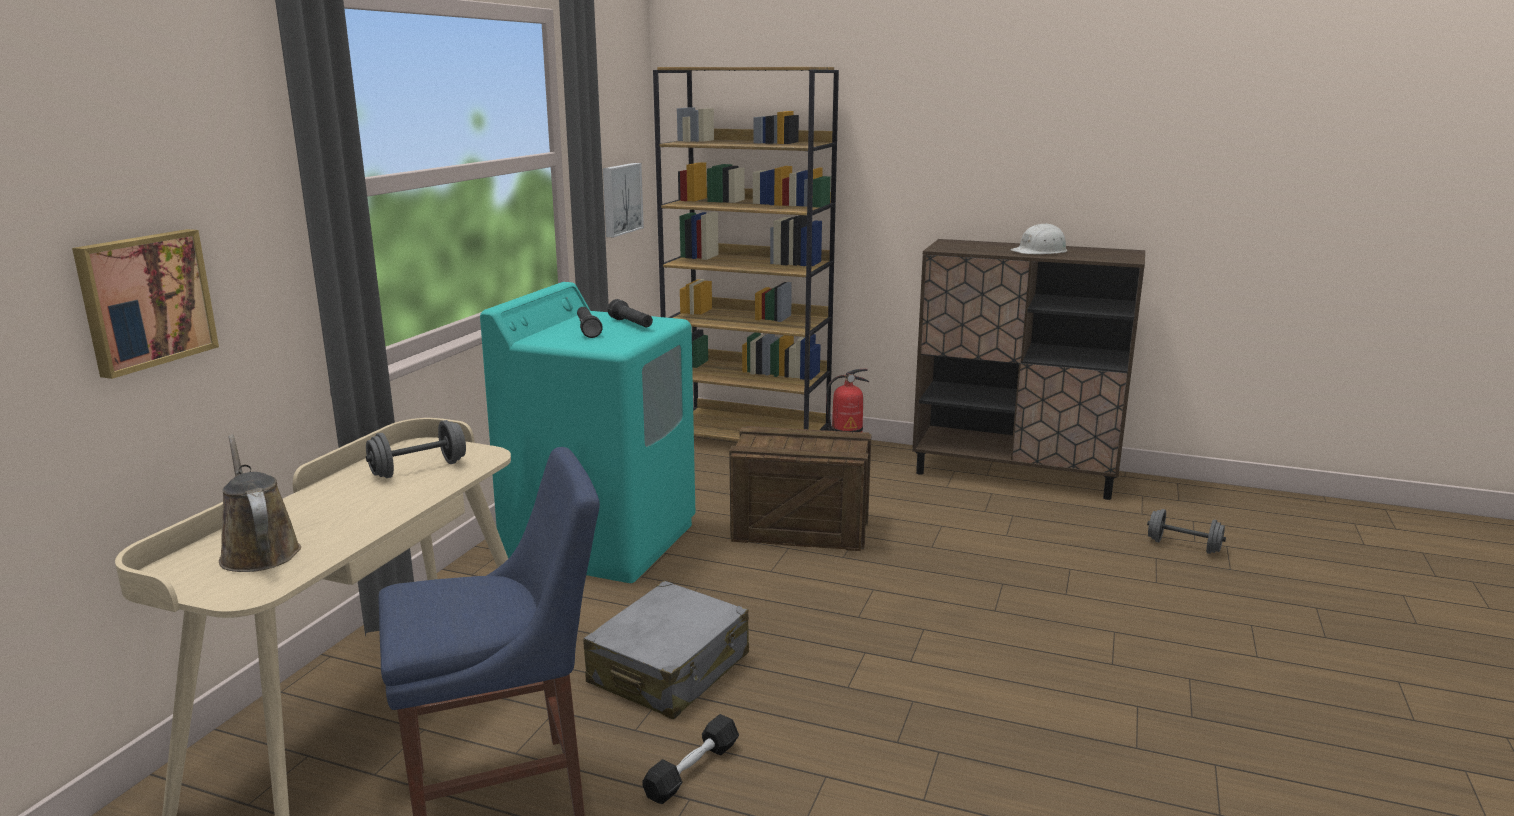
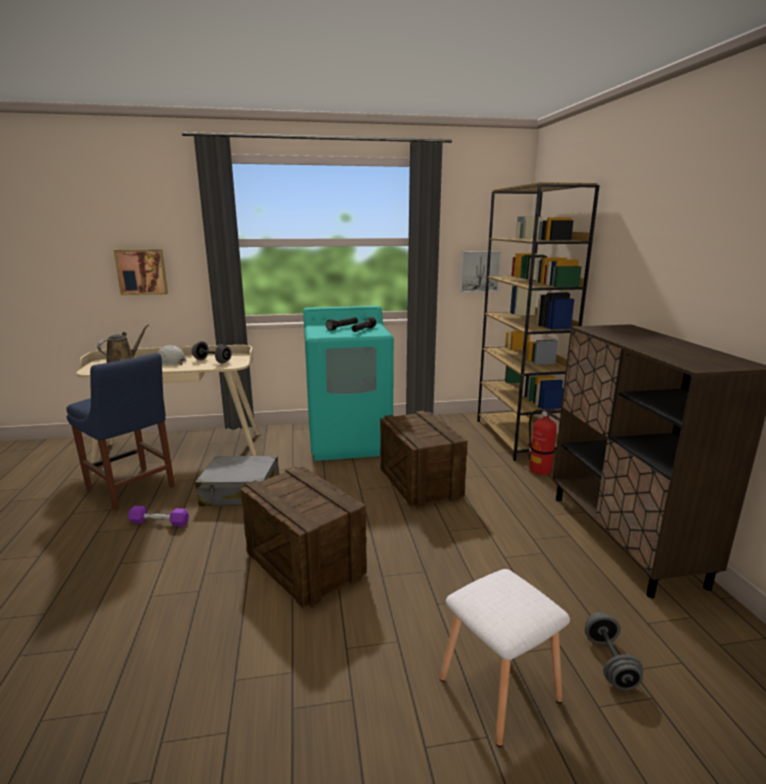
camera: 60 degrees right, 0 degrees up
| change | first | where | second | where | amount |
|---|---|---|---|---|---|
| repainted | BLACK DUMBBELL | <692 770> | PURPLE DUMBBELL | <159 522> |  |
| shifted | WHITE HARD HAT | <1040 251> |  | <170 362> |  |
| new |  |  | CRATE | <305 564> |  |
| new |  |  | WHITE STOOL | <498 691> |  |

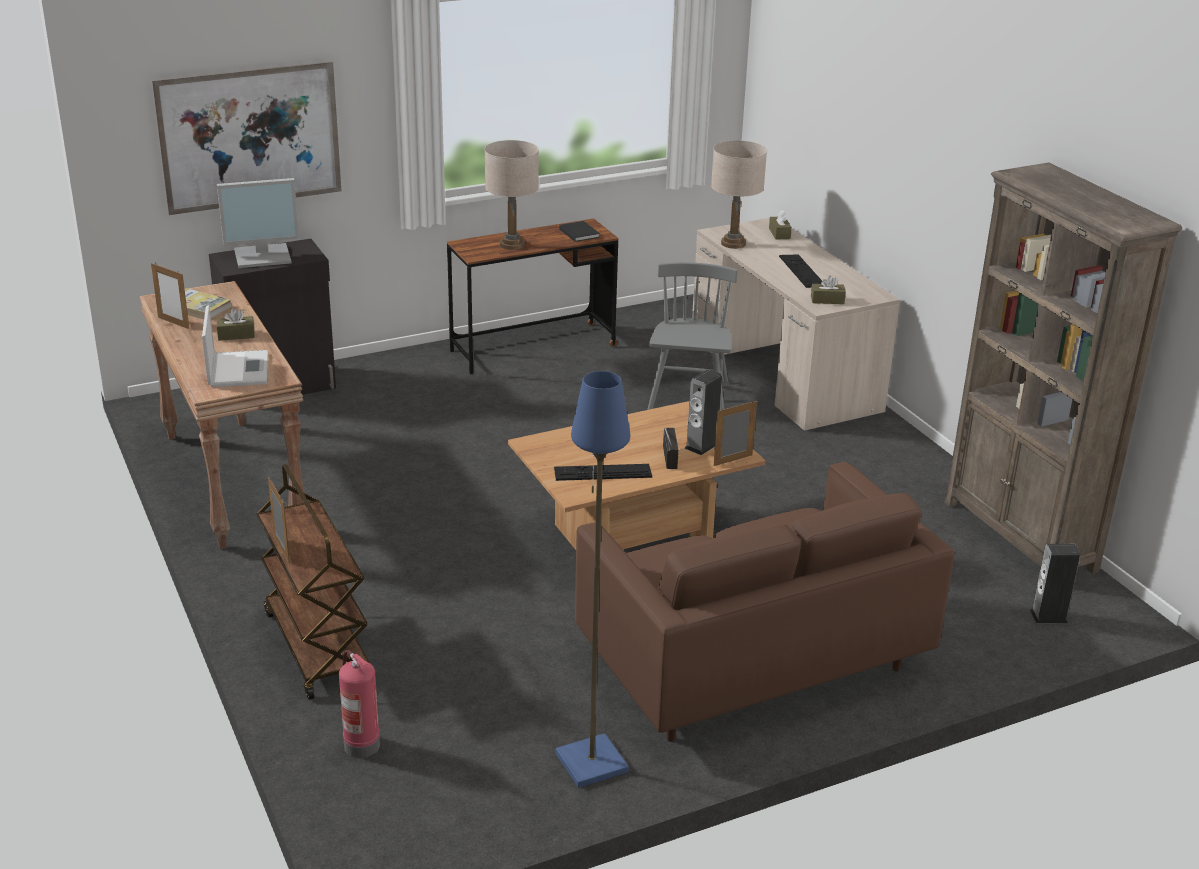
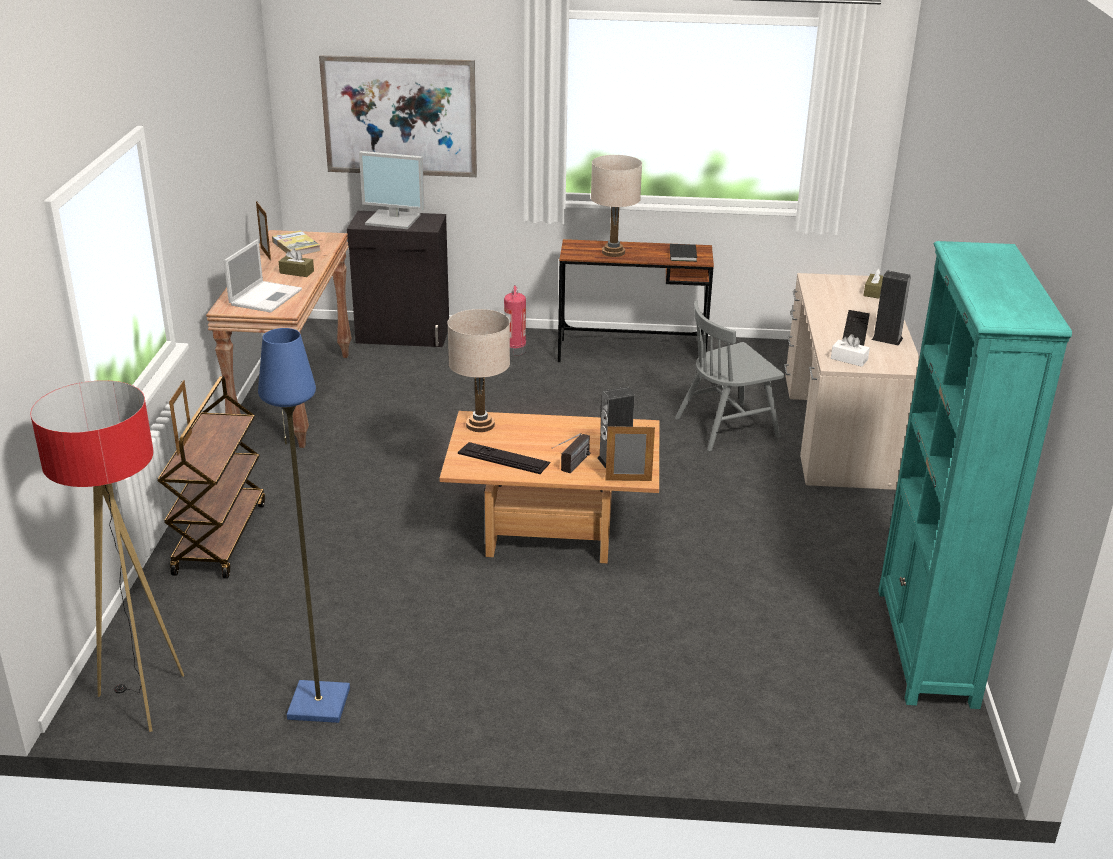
camera: 30 degrees right, 0 degrees up
| change | first | where | second | where | amount |
|---|---|---|---|---|---|
| new |  |  | FLOOR LAMP | <144 700> |  |
| shifted | BEIGE TABLE LAMP | <733 243> |  | <480 425> |  |
| shifted | FIRE EXTINGUISHER | <360 744> |  | <514 350> |  |
| rotated | GREY CHAIR | <689 396> |  | <727 427> | 150 degrees counterclockwise |
| repainted | BROWN TISSUE BOX | <827 300> | WHITE TISSUE BOX | <849 359> |  |
| shifted | SPEAKER | <1048 616> |  | <887 339> |  |
| repainted | BROWN BOOKCASE | <1019 537> | TURQUOISE BOOKCASE | <926 647> |  |
| gone | BROWN SOFA | <750 660> |  |  |  |

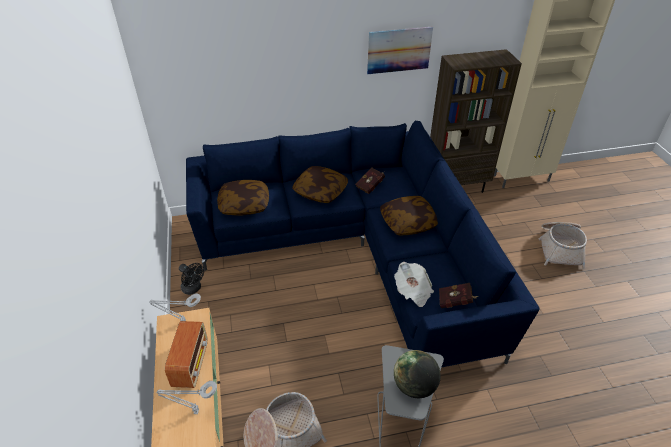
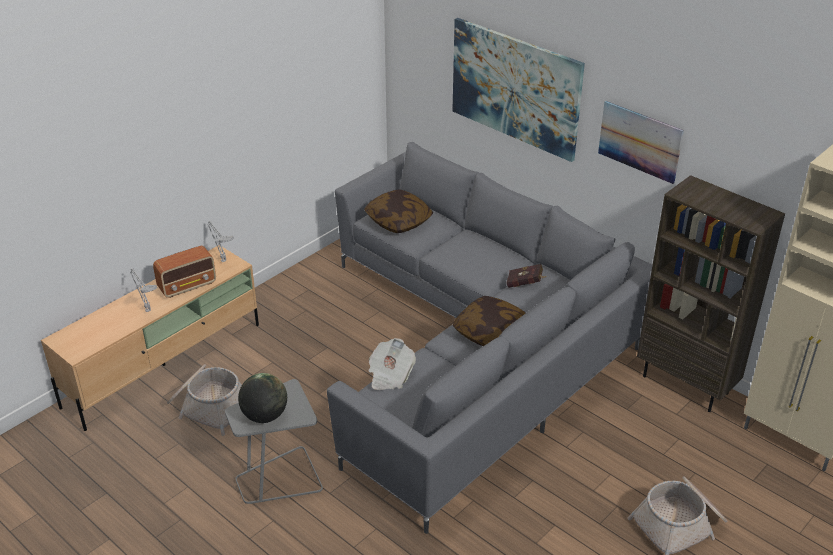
camera: 55 degrees right, 5 degrees down
| change | first | where | second | where | amount |
|---|---|---|---|---|---|
| repainted | BLUE SOFA | <359 252> | GREY SOFA | <476 353> |  |
| new |  |  | PICTURE | <515 88> |  |
| gone | BLACK FAN | <193 289> |  |  |  |
| gone | PILLOW | <320 191> |  |  |  |
| gone | RED BOOK | <456 302> |  |  |  |

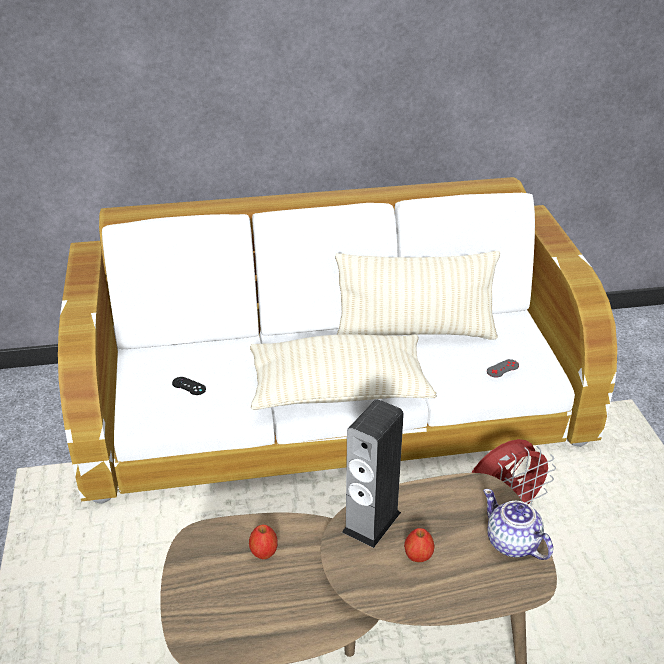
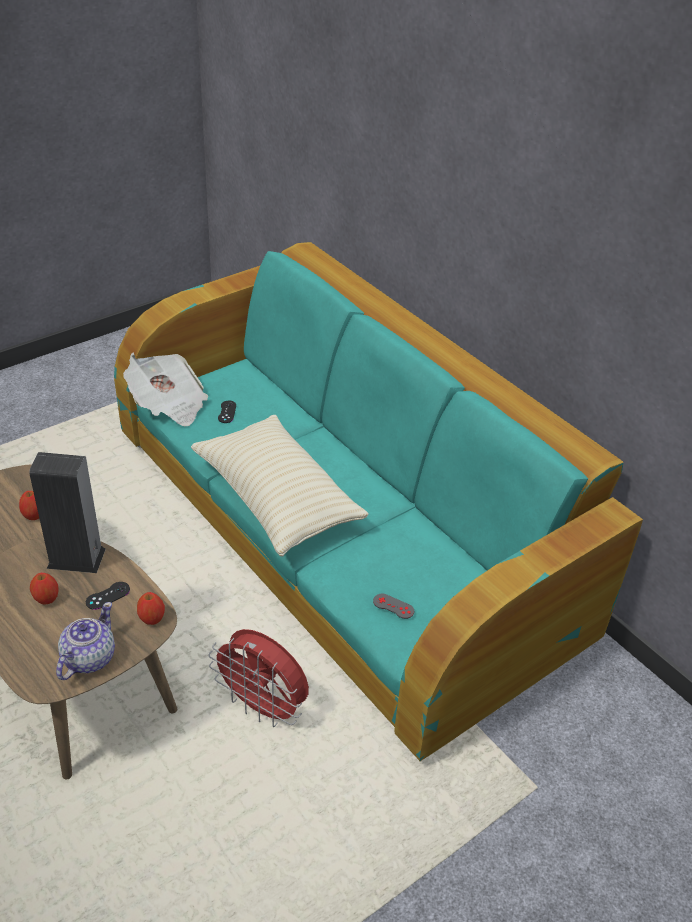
camera: 60 degrees right, 5 degrees up
| change | first | where | second | where | amount |
|---|---|---|---|---|---|
| new |  |  | BLACK GAME CONTROLLER | <108 596> |  |
| repainted | WHITE SOFA | <333 405> | TURQUOISE SOFA | <342 534> |  |
| new |  |  | NEWSPAPER | <168 404> |  |
| new |  |  | APPLE | <152 618> |  |
| gone | BEIGE PILLOW | <415 333> |  |  |  |

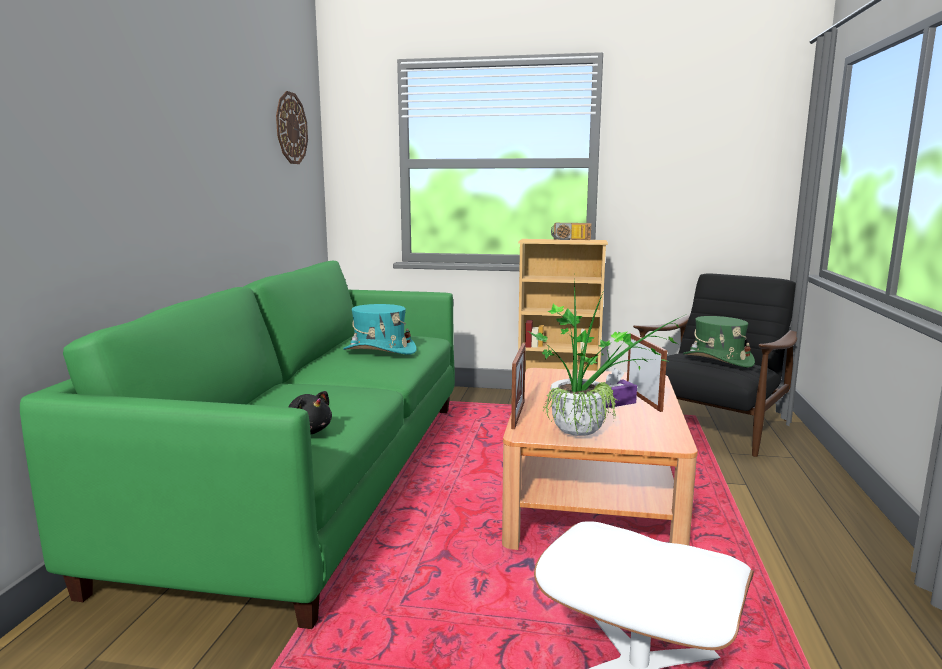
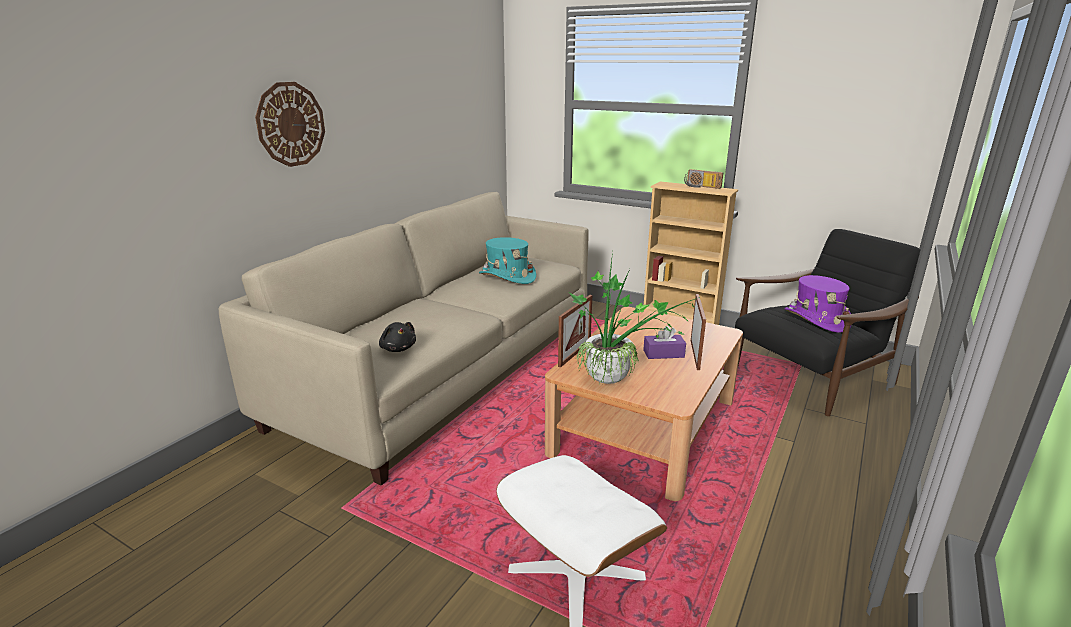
camera: 20 degrees right, 10 degrees up
| change | first | where | second | where | amount |
|---|---|---|---|---|---|
| repainted | GREEN SOFA | <314 478> | BEIGE SOFA | <445 370> |  |
| shifted | WALL CLOCK | <291 128> |  | <291 124> |  |
| repainted | GREEN HAT | <717 360> | PURPLE HAT | <816 319> |  |

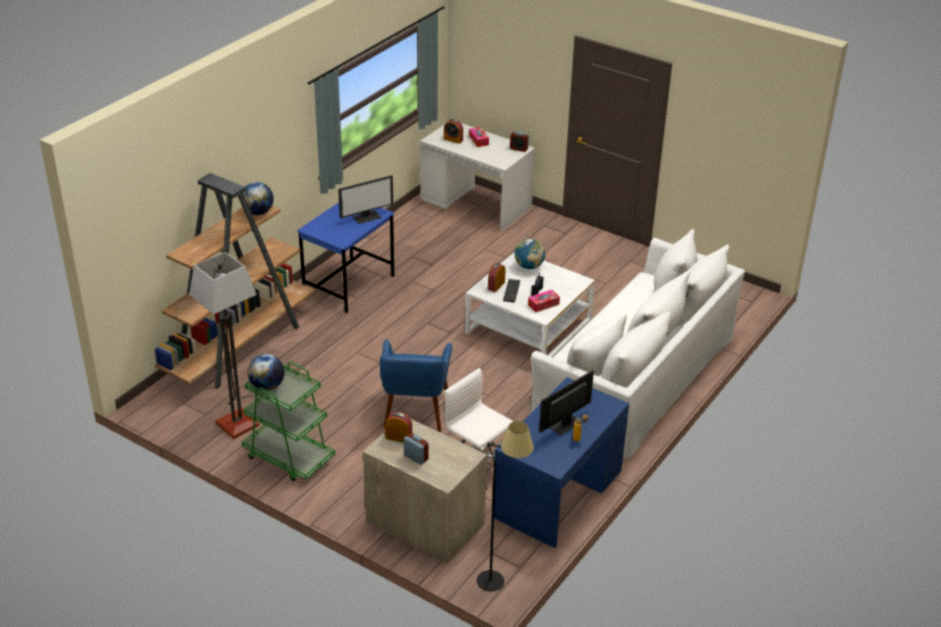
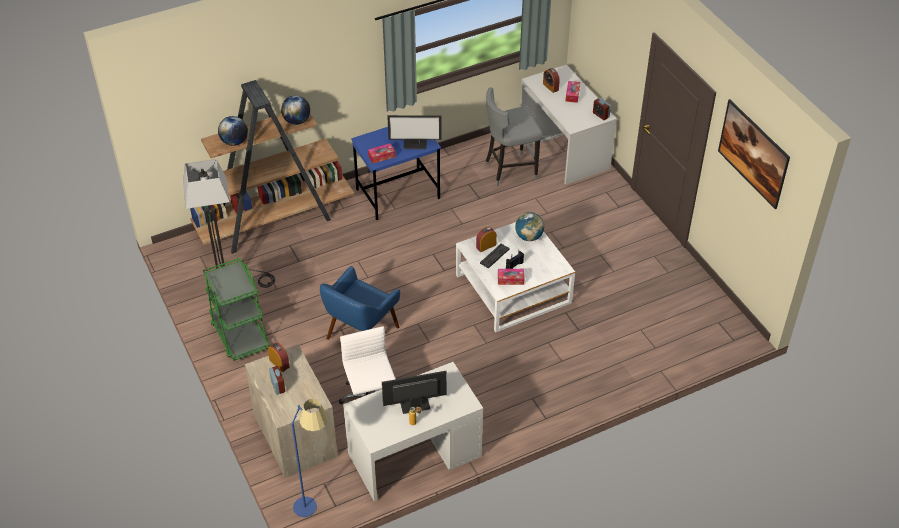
camera: 30 degrees right, 10 degrees up
| change | first | where | second | where | amount |
|---|---|---|---|---|---|
| shifted | GLOBE | <267 386> |  | <234 142> |  |
| repainted | BLACK FLOOR LAMP | <501 575> | BLUE FLOOR LAMP | <316 506> |  |
| repainted | BLUE DESK | <558 493> | WHITE DESK | <414 455> |  |
| new |  |  | TISSUE BOX | <381 156> |  |
| new |  |  | GREY STOOL | <509 171> |  |
| new |  |  | PICTURE | <750 166> |  |
| gone | WHITE SOFA | <635 373> |  |  |  |

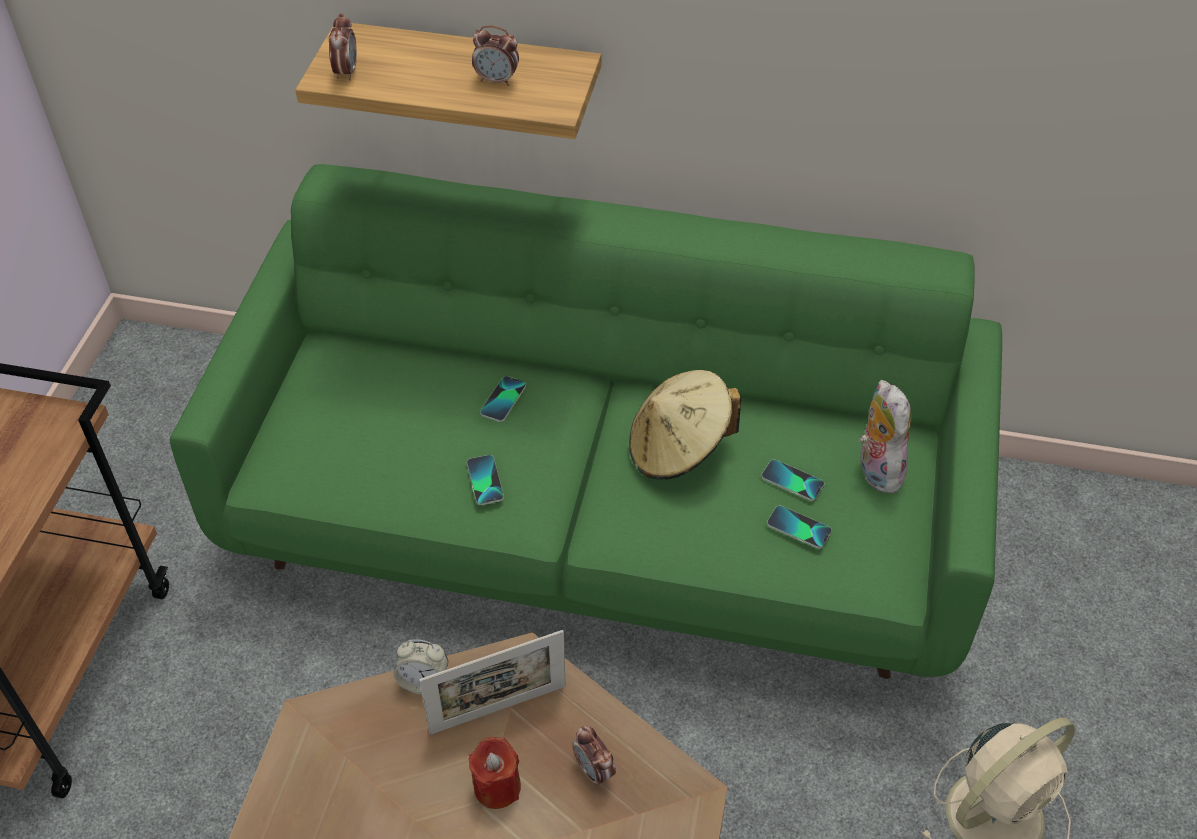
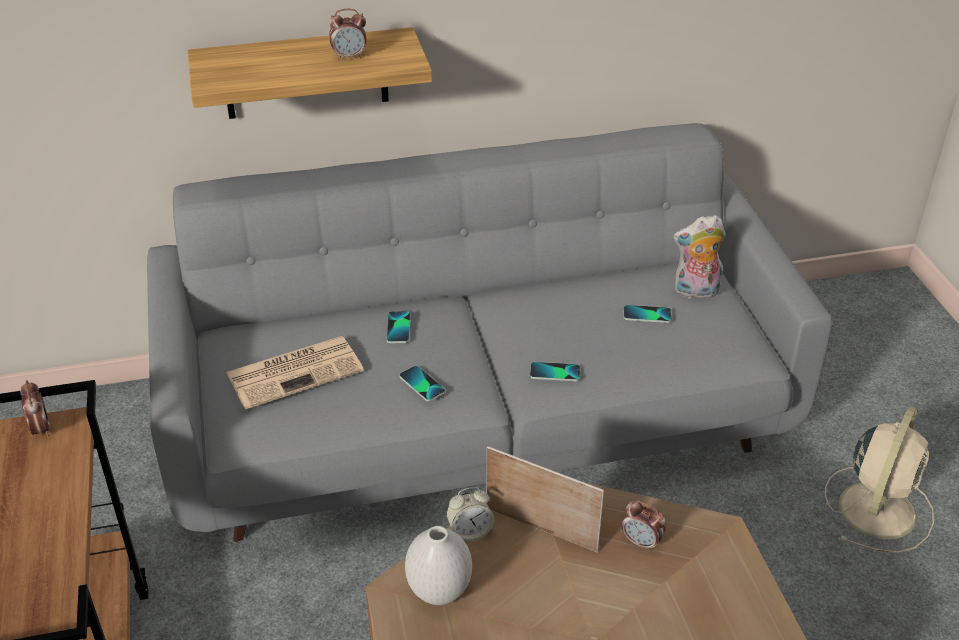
camera: 25 degrees left, 10 degrees down
| change | first | where | second | where | amount |
|---|---|---|---|---|---|
| shifted | ALARM CLOCK | <346 72> |  | <40 429> |  |
| repainted | GREEN SOFA | <600 520> | GREY SOFA | <480 420> |  |
| new |  |  | NEWSPAPER | <296 371> |  |
| new |  |  | WHITE VASE | <439 593> |  |
| rotated | PICTURE FRAME | <498 709> |  | <541 529> | 105 degrees counterclockwise |
| shifted | PHONE | <799 528> |  | <555 372> |  |
| rotated | PLUSH TOY | <876 469> |  | <695 292> | 60 degrees counterclockwise |
| gone | RED CANDLE | <497 787> |  |  |  |
| gone | BEIGE HAT | <678 449> |  |  |  |

